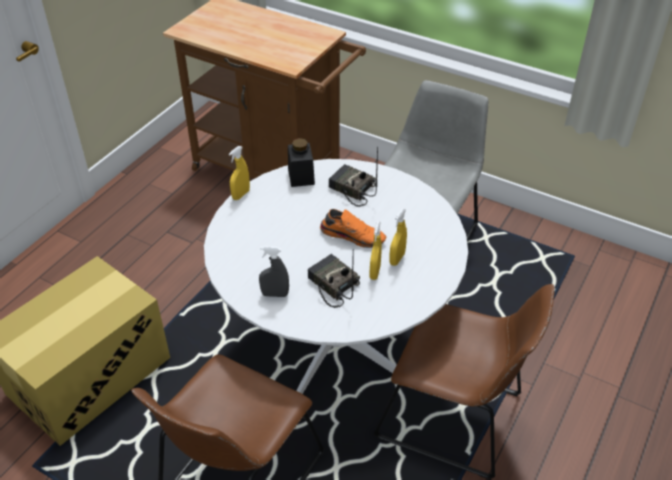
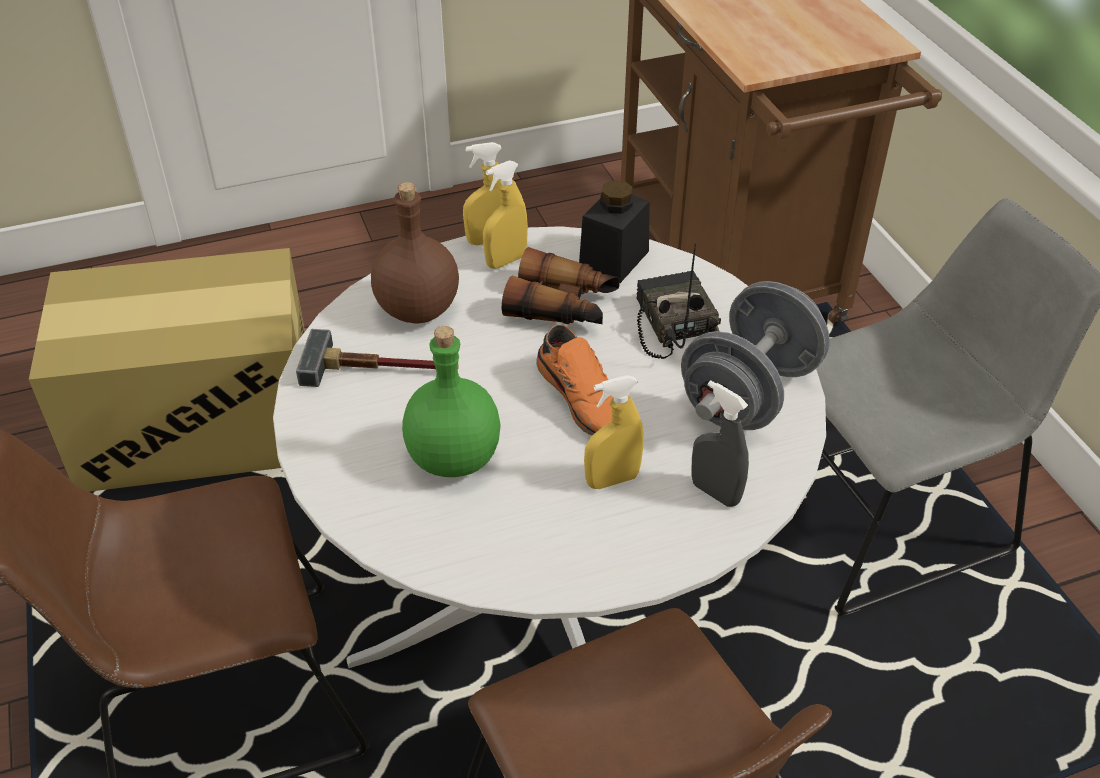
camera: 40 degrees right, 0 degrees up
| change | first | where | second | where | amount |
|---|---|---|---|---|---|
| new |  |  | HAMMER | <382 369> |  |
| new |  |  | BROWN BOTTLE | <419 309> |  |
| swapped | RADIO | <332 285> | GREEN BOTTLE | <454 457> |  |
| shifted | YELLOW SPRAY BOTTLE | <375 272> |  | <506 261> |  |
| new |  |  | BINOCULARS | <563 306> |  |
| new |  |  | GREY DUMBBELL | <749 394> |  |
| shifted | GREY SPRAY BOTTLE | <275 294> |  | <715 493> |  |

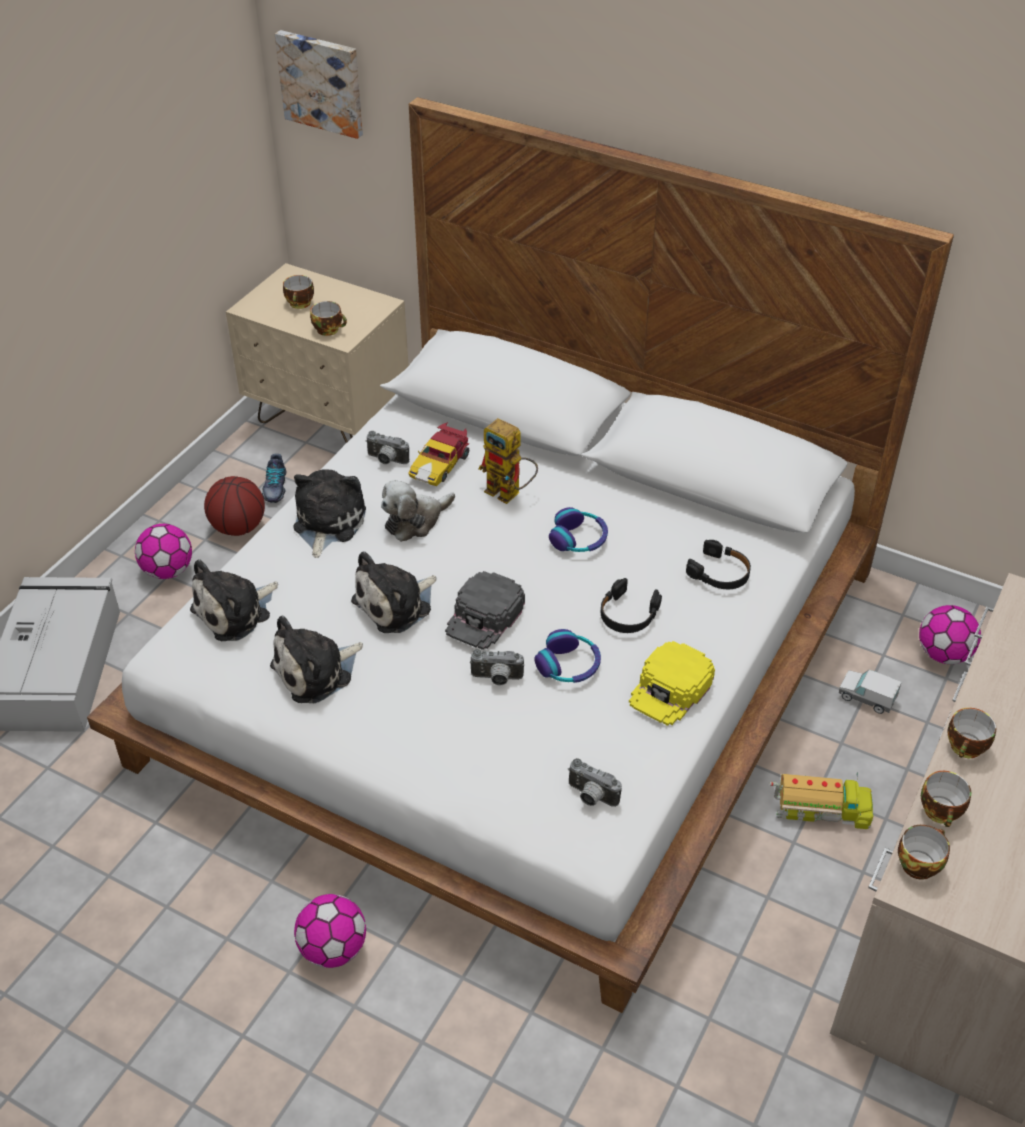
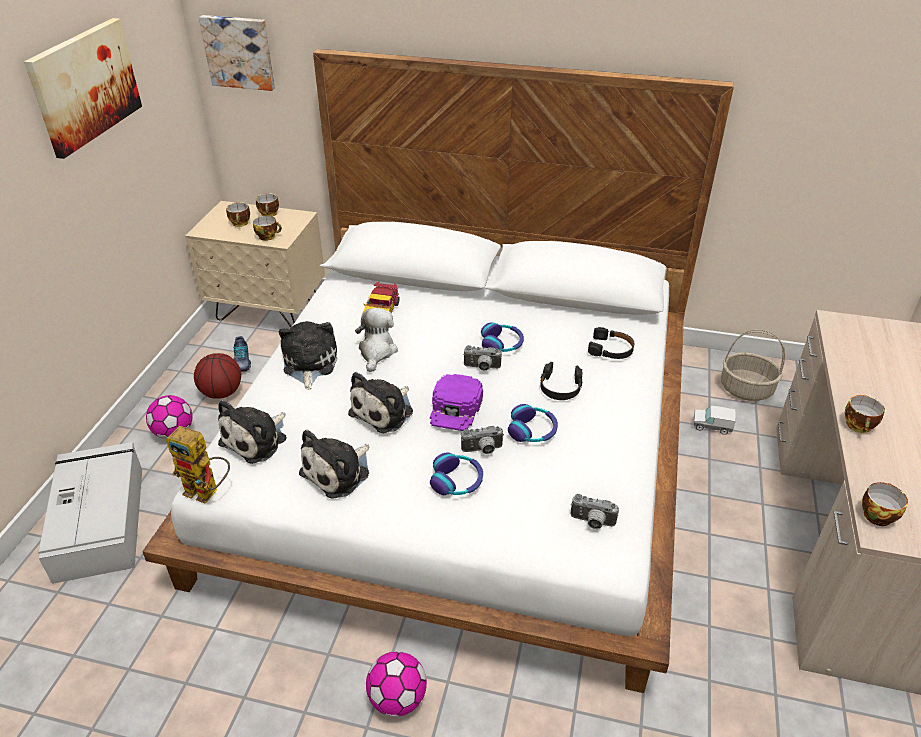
camera: 15 degrees left, 5 degrees down
| change | first | where | second | where | amount |
|---|---|---|---|---|---|
| new |  |  | PICTURE | <85 85> |  |
| shifted | TOY ROBOT | <510 493> |  | <208 492> |  |
| shifted | CUP | <942 812> |  | <269 214> |  |
| rotated | PLUSH TOY | <415 521> |  | <377 351> | 150 degrees clockwise |
| repainted | BLACK CAP | <485 616> | PURPLE CAP | <456 408> |  |
| new |  |  | HEADPHONES | <457 481> |  |
| shifted | PHOTO CAMERA | <386 460> |  | <482 368> |  |
| swapped | FOOTBALL | <943 654> | BASKET | <746 389> |  |
| gone | YELLOW CAP | <671 689> |  |  |  |
| gone | TOY TRUCK | <821 809> |  |  |  |

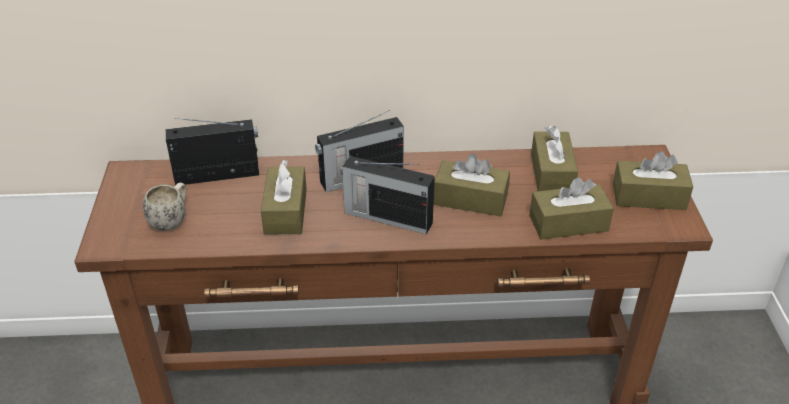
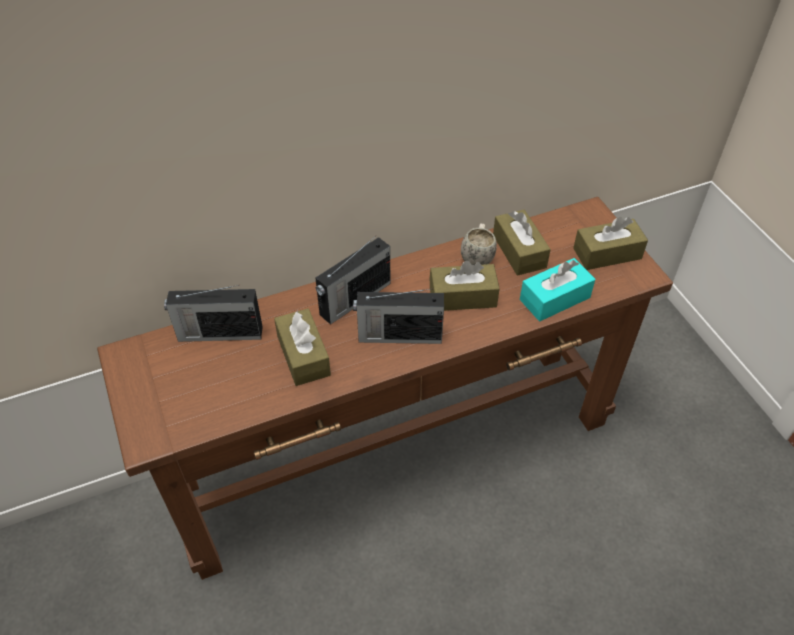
camera: 20 degrees left, 10 degrees up
| change | first | where | second | where | amount |
|---|---|---|---|---|---|
| rotated | RADIO | <219 175> |  | <218 333> | 150 degrees counterclockwise |
| shifted | WHITE MUG | <171 219> |  | <477 256> |  |
| repainted | BROWN TISSUE BOX | <568 223> | TURQUOISE TISSUE BOX | <554 298> |  |

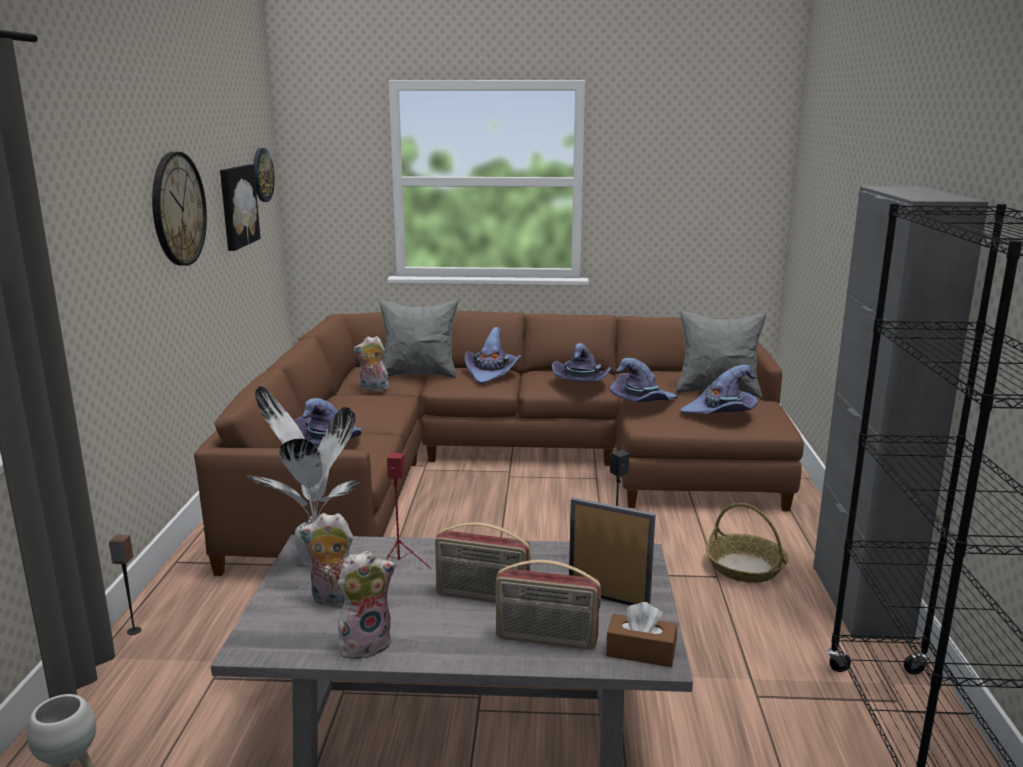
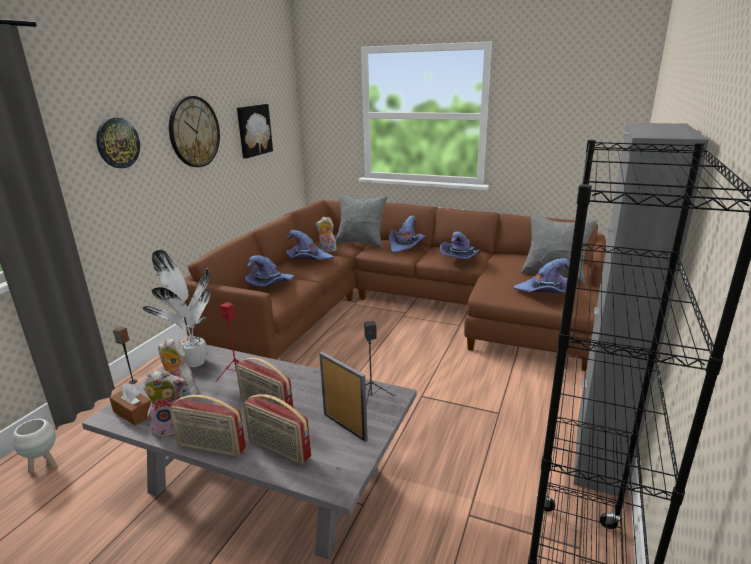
camera: 20 degrees right, 5 degrees up
| change | first | where | second | where | amount |
|---|---|---|---|---|---|
| shifted | WALL CLOCK | <262 175> |  | <117 143> |  |
| shifted | BROWN TISSUE BOX | <641 652> |  | <133 413> |  |
| new |  |  | RADIO | <210 448> |  |
| shifted | PURPLE HAT | <641 402> |  | <308 259> |  |
| gone | BASKET | <745 567> |  |  |  |

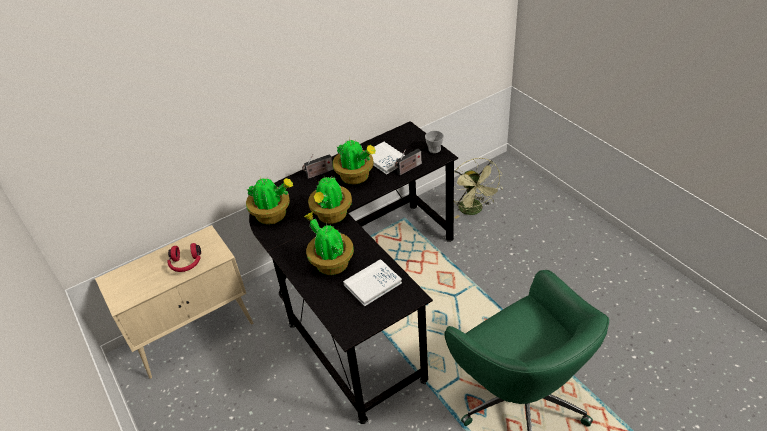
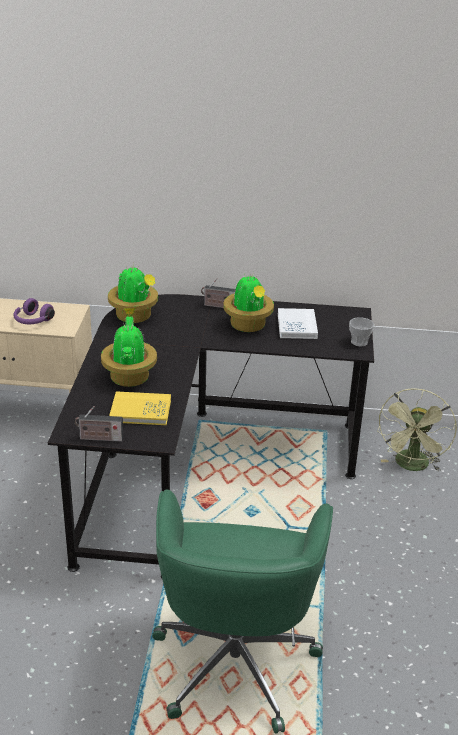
camera: 35 degrees right, 10 degrees down
| change | first | where | second | where | amount |
|---|---|---|---|---|---|
| repainted | RED HEADPHONES | <186 264> | PURPLE HEADPHONES | <32 321> |  |
| shifted | RADIO | <408 169> |  | <99 438> |  |
| repainted | WHITE BOOK | <372 284> | YELLOW BOOK | <140 411> |  |
| gone | POTTED PLANT | <332 216> |  |  |  |

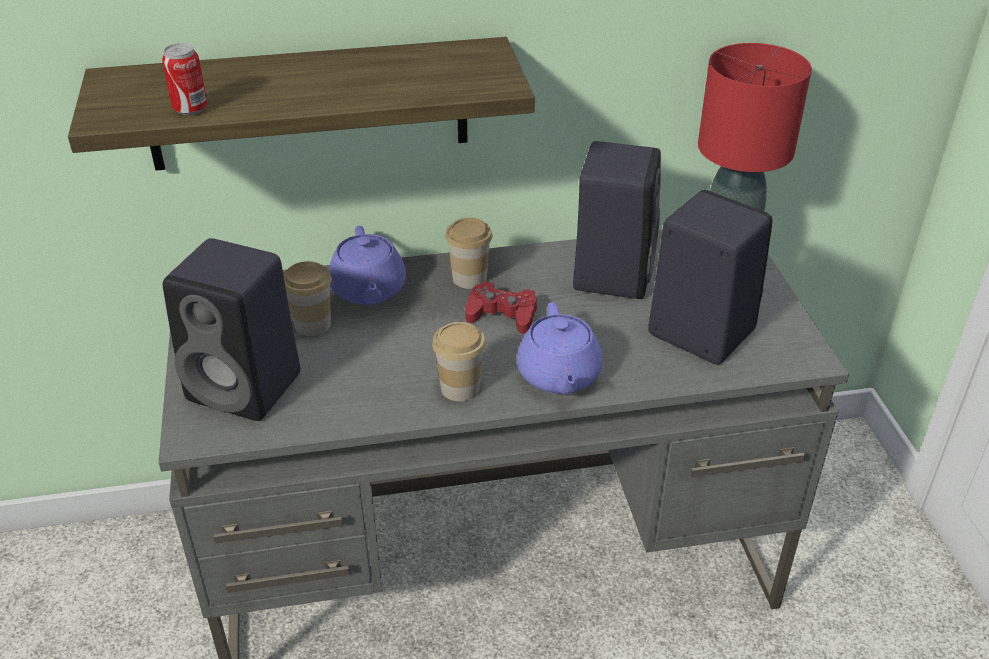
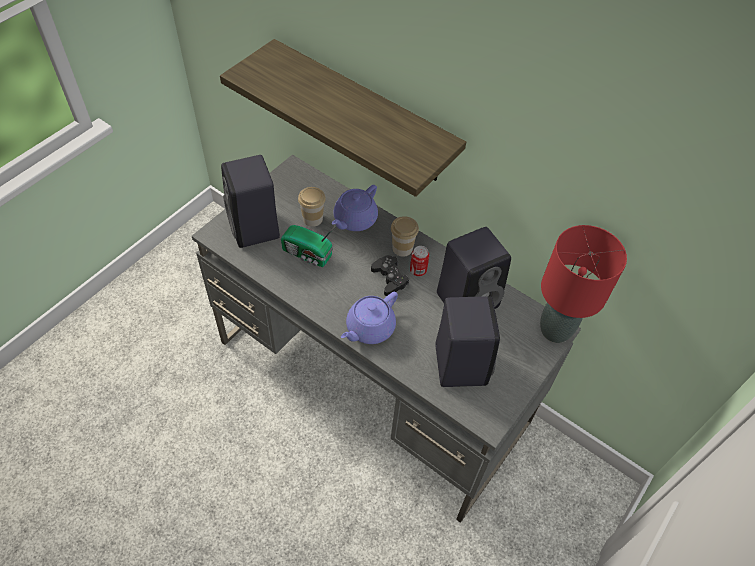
camera: 45 degrees right, 15 degrees up
| change | first | where | second | where | amount |
|---|---|---|---|---|---|
| new |  |  | RADIO | <308 254> |  |
| repainted | RED GAME CONTROLLER | <502 314> | BLACK GAME CONTROLLER | <389 278> |  |
| shifted | CAN | <190 109> |  | <418 271> |  |
| gone | CUP | <460 388> |  |  |  |

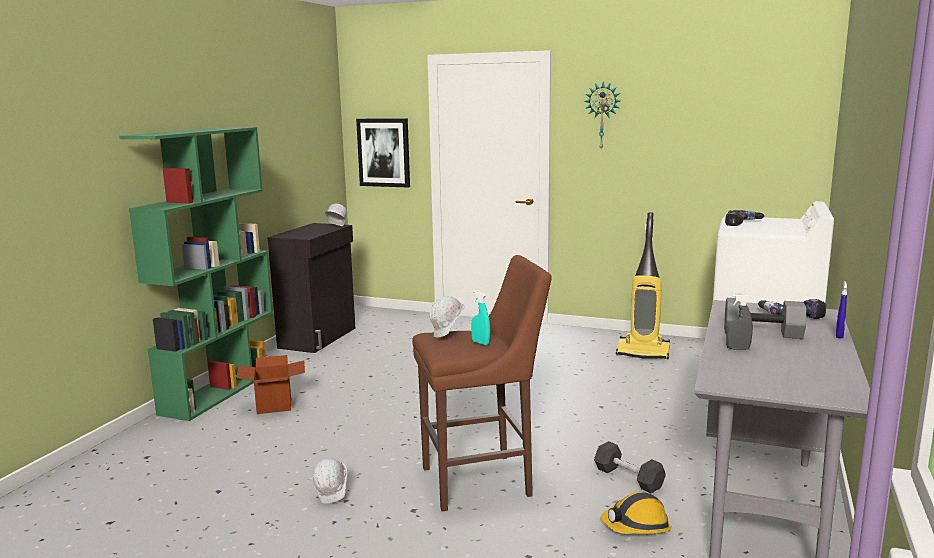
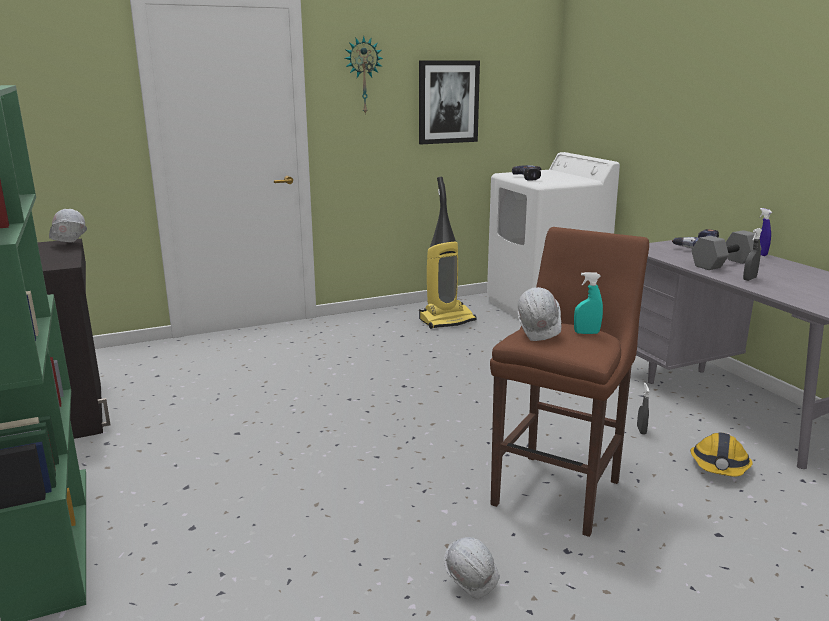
camera: 45 degrees left, 5 degrees up
| change | first | where | second | where | amount |
|---|---|---|---|---|---|
| shifted | PICTURE | <384 152> |  | <448 102> |  |
| swapped | BLACK DUMBBELL | <628 478> | GREY SPRAY BOTTLE | <641 430> |  |
| gone | CARDBOARD BOX | <274 405> |  |  |  |

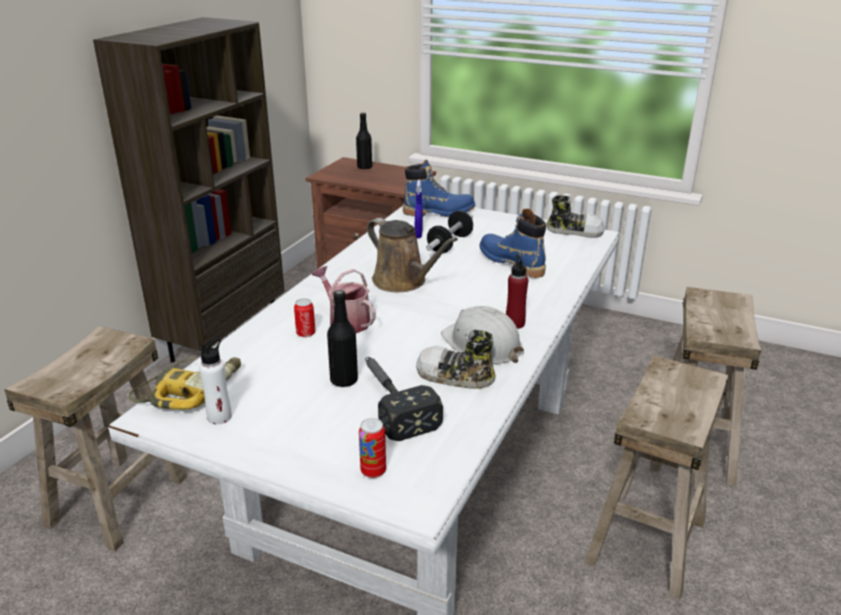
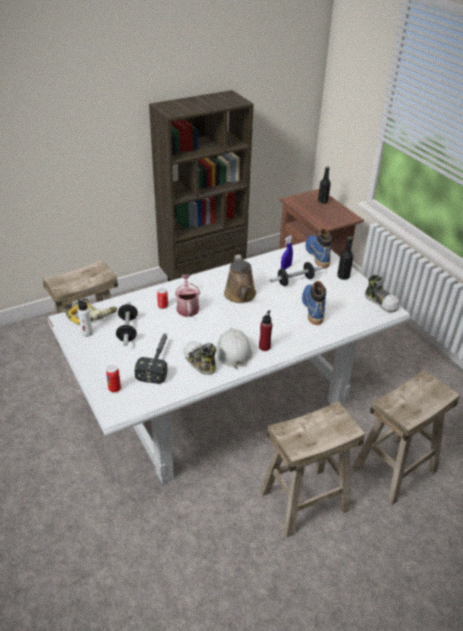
camera: 35 degrees right, 10 degrees up
| change | first | where | second | where | amount |
|---|---|---|---|---|---|
| new |  |  | DUMBBELL | <127 330> |  |
| rotated | BLUE BOOT | <439 212> |  | <317 255> | 135 degrees counterclockwise |
| shifted | BLACK BOTTLE | <344 380> |  | <343 276> |  |

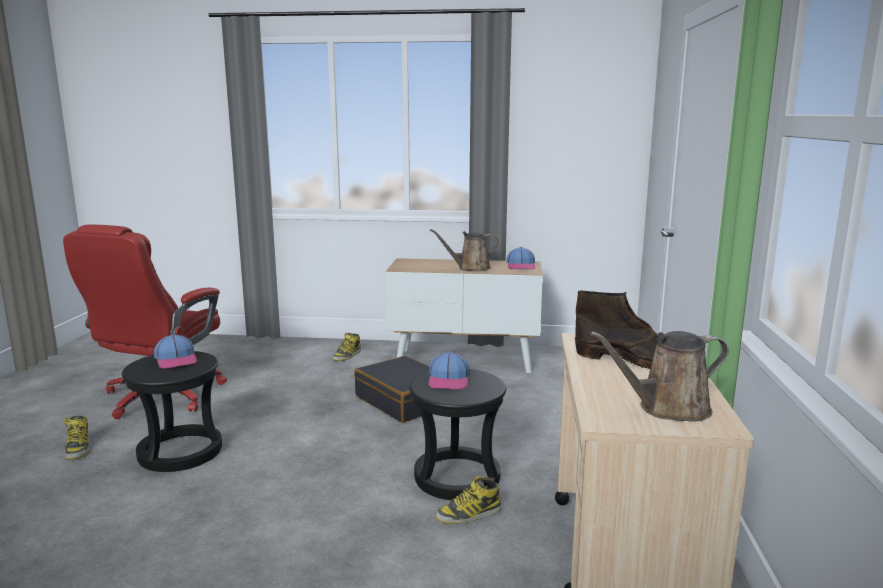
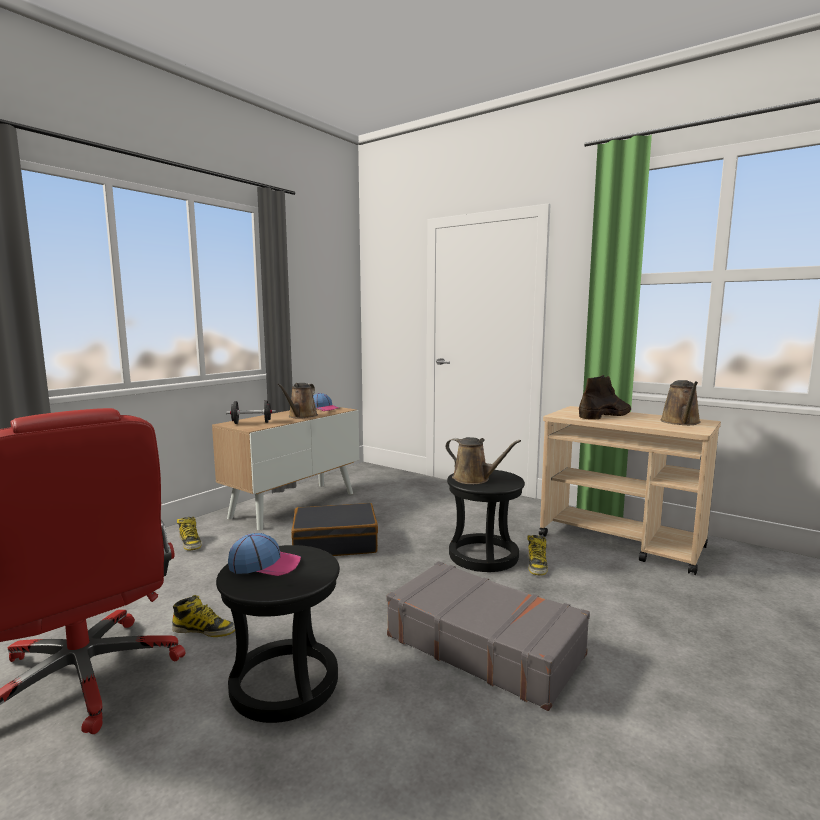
camera: 60 degrees left, 5 degrees down
| change | first | where | second | where | amount |
|---|---|---|---|---|---|
| shifted | BOOT | <78 448> |  | <204 630> |  |
| new |  |  | BLACK DUMBBELL | <251 423> |  |
| new |  |  | GREY SUITCASE | <484 645> |  |
| swapped | CAP | <449 380> | BROWN WATERING CAN | <474 479> |  |

